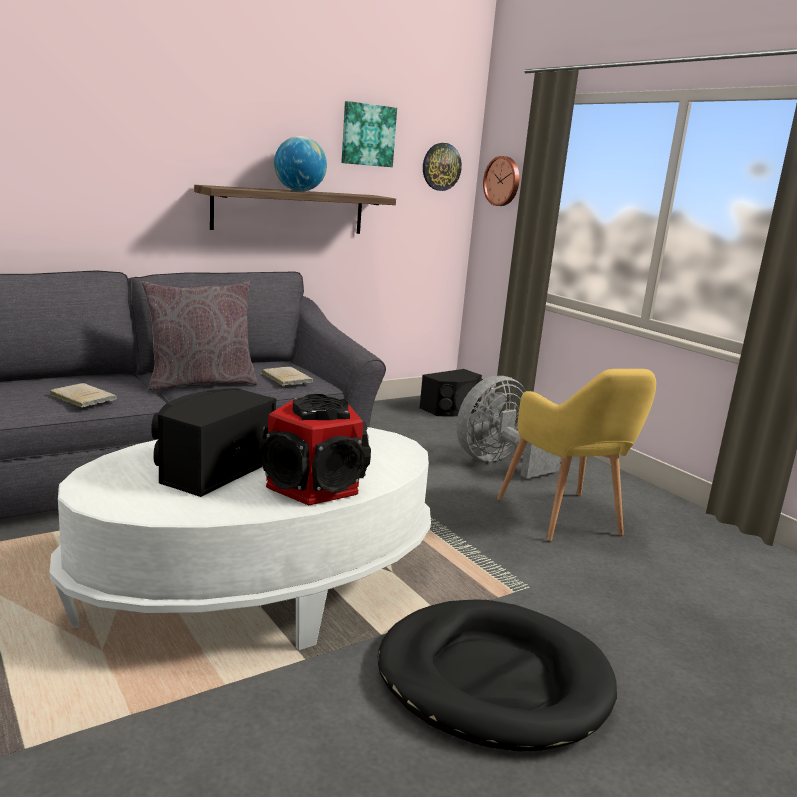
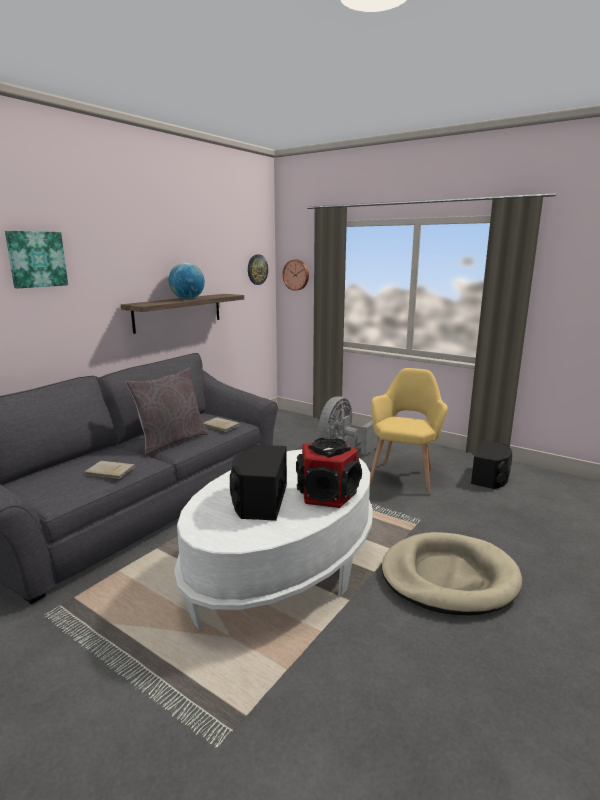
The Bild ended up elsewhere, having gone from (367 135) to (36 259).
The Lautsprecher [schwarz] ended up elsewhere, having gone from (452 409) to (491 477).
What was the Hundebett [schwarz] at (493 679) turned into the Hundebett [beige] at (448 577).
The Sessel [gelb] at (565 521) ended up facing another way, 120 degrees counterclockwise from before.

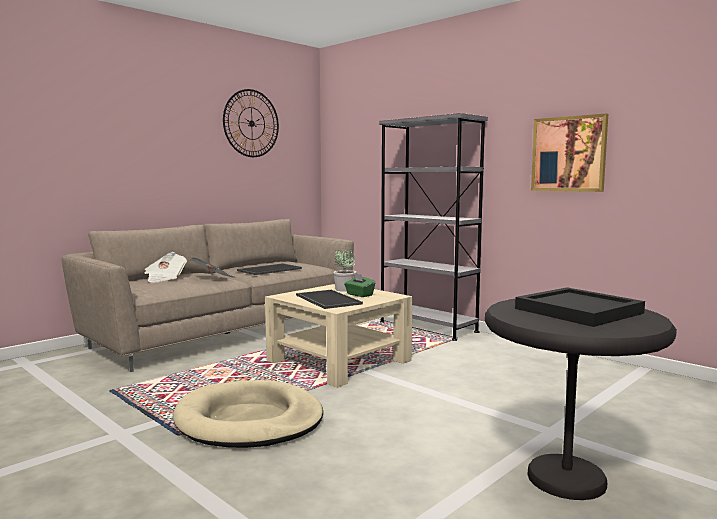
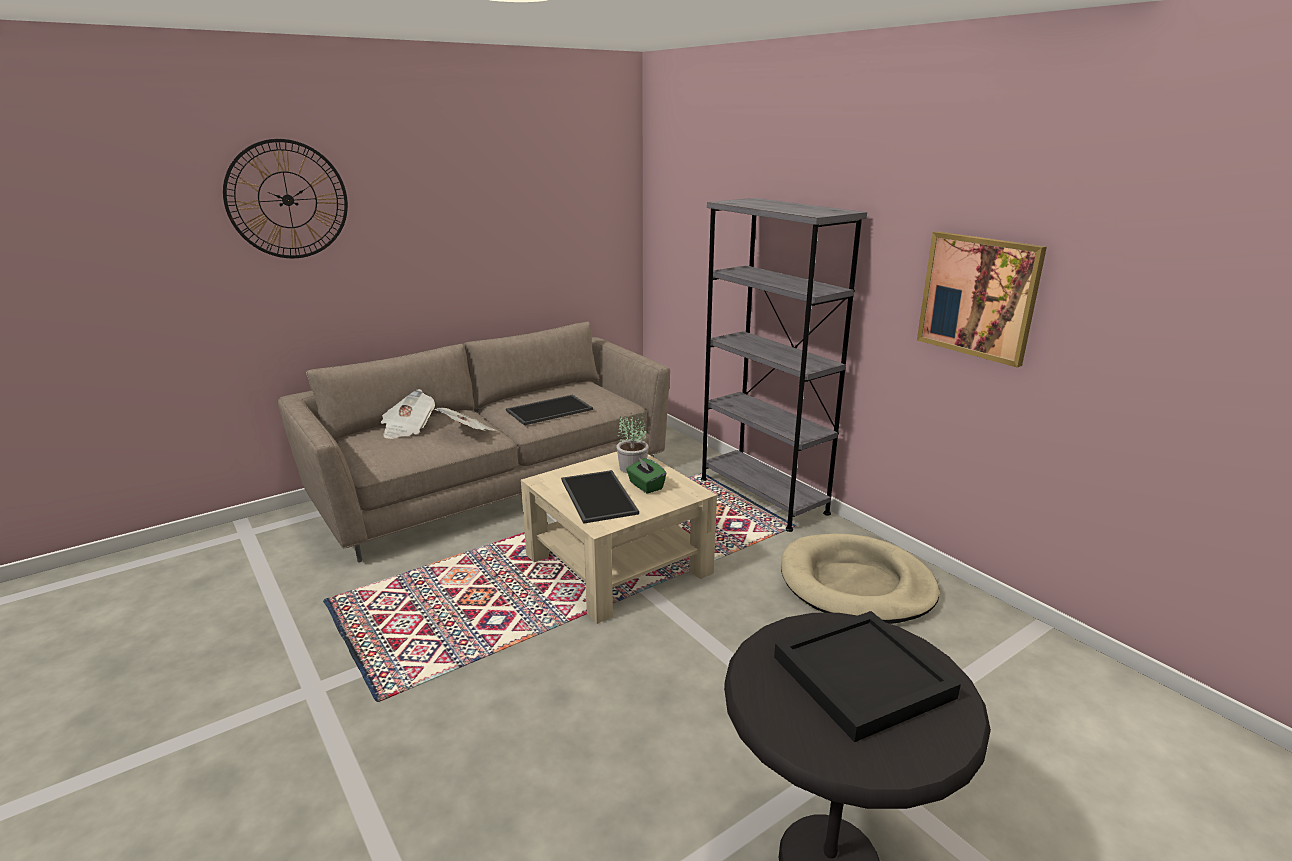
The Hundebett [beige] ended up elsewhere, having gone from (249 420) to (856 584).
The Wanduhr ended up elsewhere, having gone from (251 123) to (287 200).

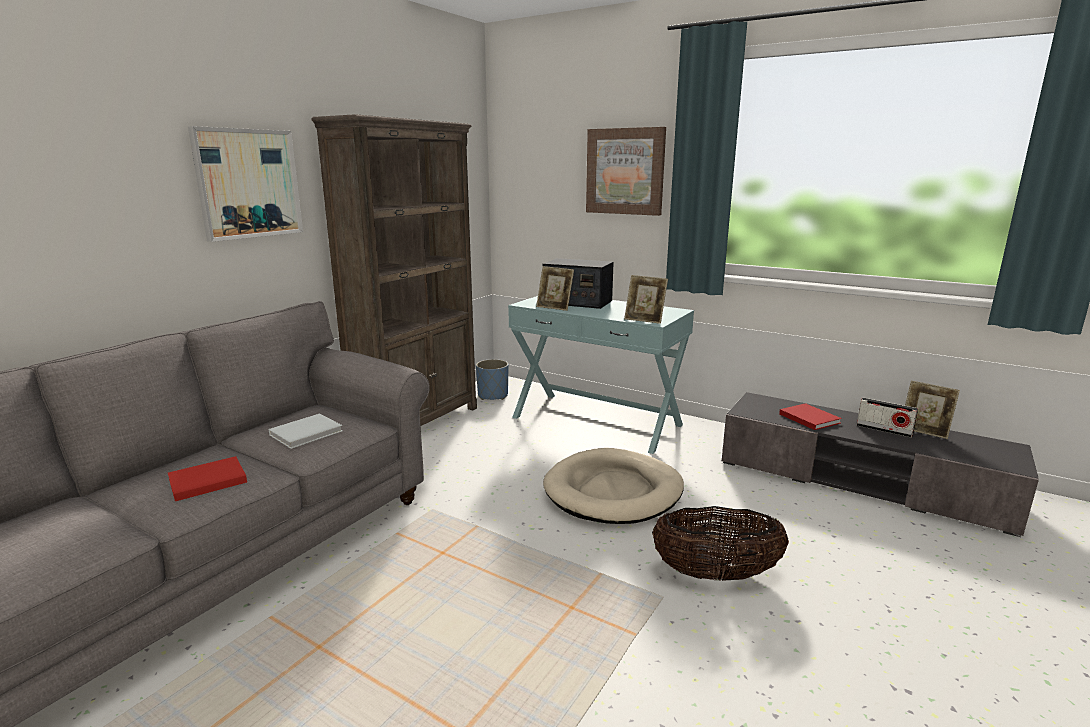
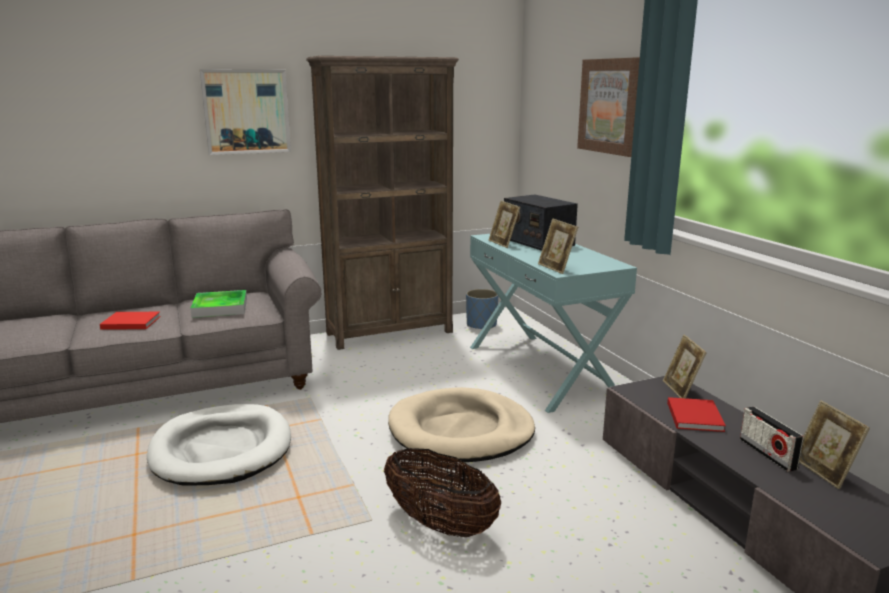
The second view gained the Hundebett [weiß] at (222 449).
The second view gained the Bilderrahmen at (681 390).
Where the Buch [weiß] stood at (308 432), the Tablett came to stand at (220 307).

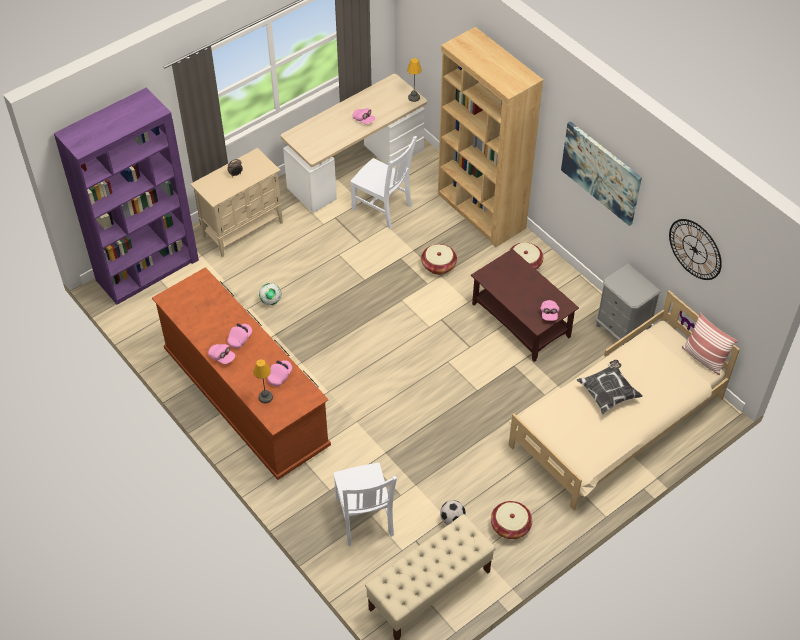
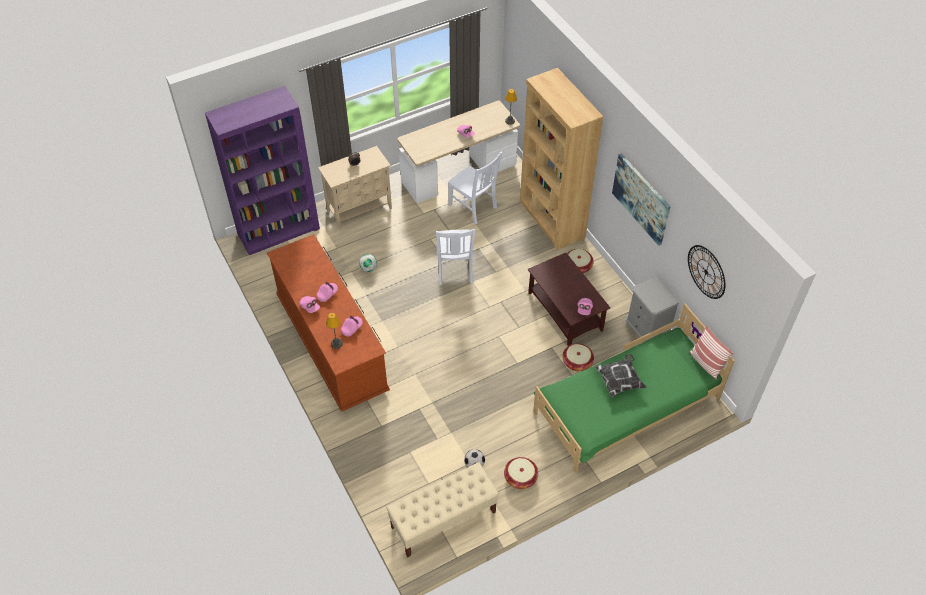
The Stuhl [weiß] ended up elsewhere, having gone from (364 519) to (454 270).
The Korb ended up elsewhere, having gone from (438 265) to (577 362).
What was the Bett [beige] at (617 423) turned into the Bett [grün] at (626 406).

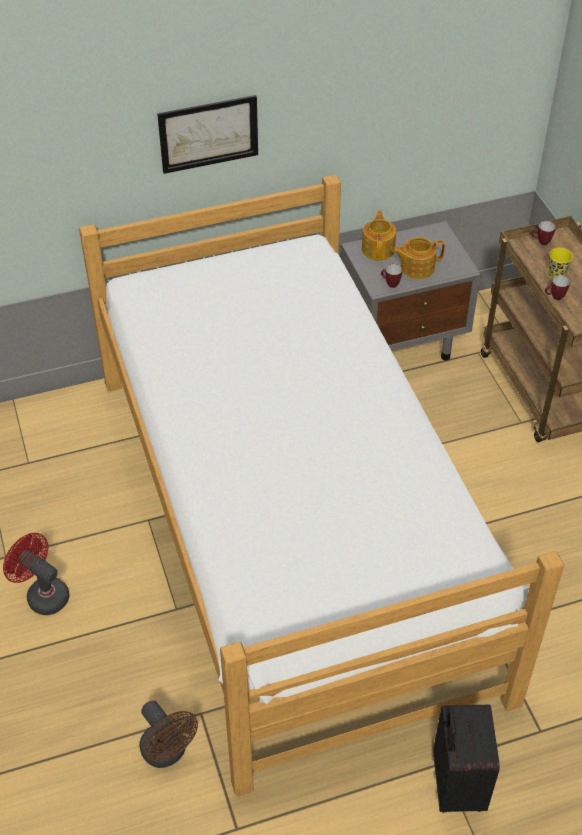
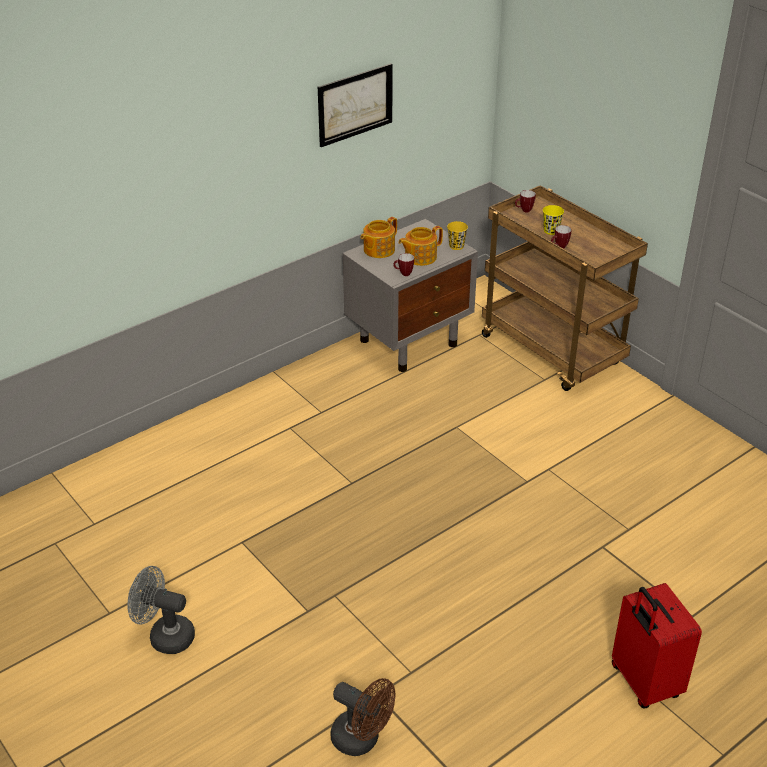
The second view lost the Bett at (292 526).
The second view gained the Tasse [gelb] at (456 246).
The Bild ended up elsewhere, having gone from (208 133) to (355 104).
What was the Ventilator [rot] at (43 594) turned into the Ventilator [grau] at (165 636).
What was the Koffer [schwarz] at (455 785) turned into the Koffer [rot] at (643 682).
The Teekanne at (378 249) ended up facing another way, 120 degrees counterclockwise from before.

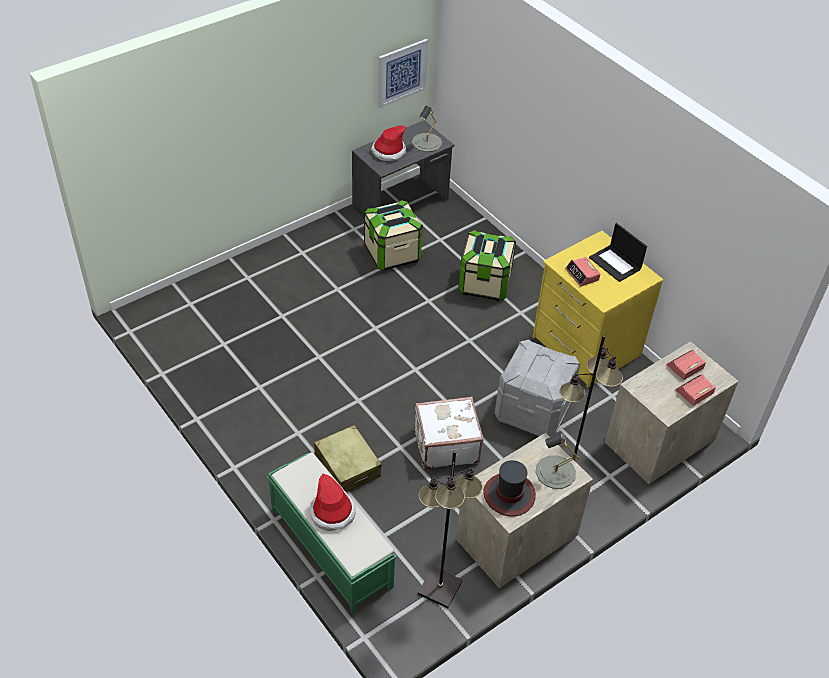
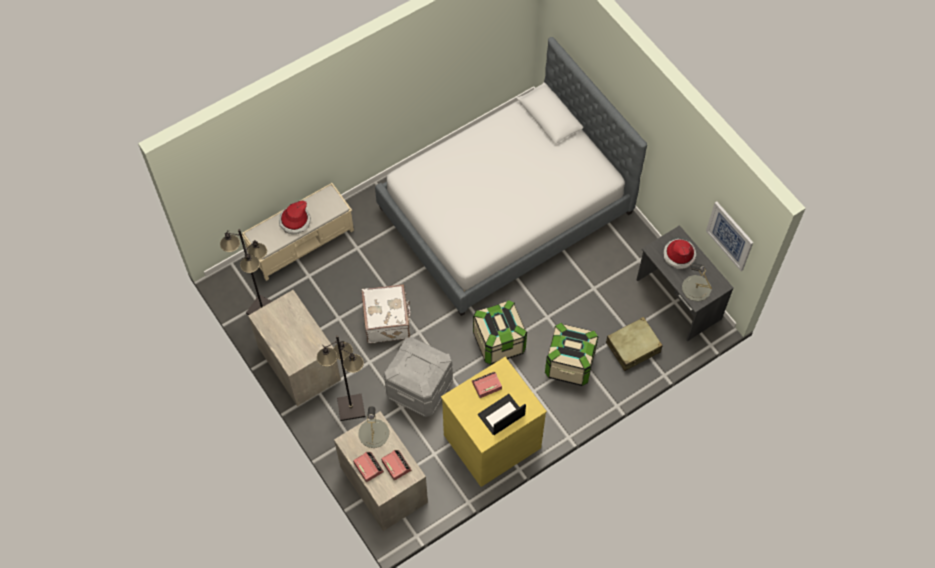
The second view lost the Hut at (509 495).
The second view gained the Bett at (505 210).
The Koffer [beige] ended up elsewhere, having gone from (347 466) to (633 347).
The Aufbewahrungsbox ended up elsewhere, having gone from (392 254) to (499 342).
The Tischlampe [grau] ended up elsewhere, having gone from (555 472) to (373 433).
What was the Bank [grün] at (330 547) turned into the Bank [beige] at (302 242).

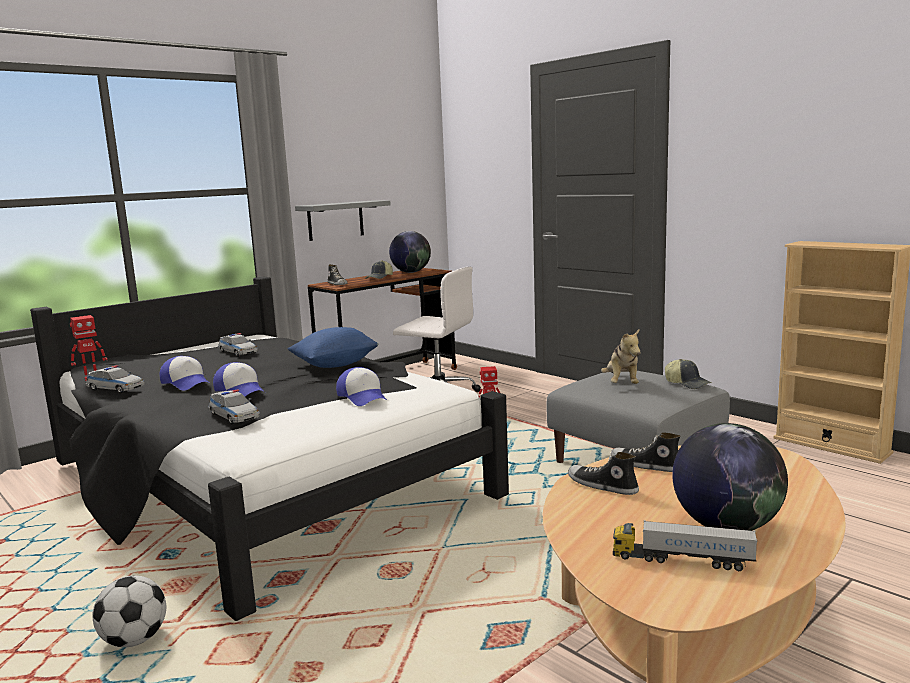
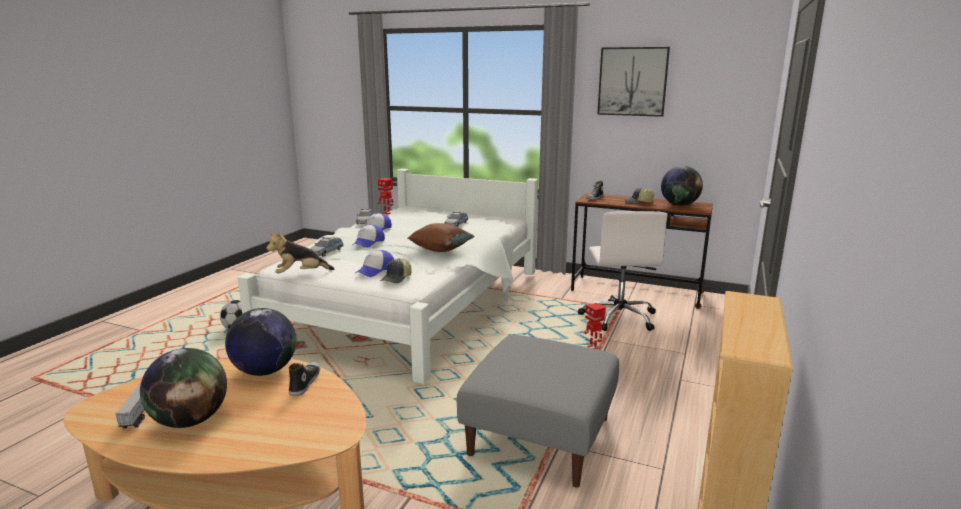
The second view lost the Wandregal [grau] at (335 220).
The second view gained the Bild at (632 81).
The Plüschtier ended up elsewhere, having gone from (622 384) to (300 274).
The Kappe ended up elsewhere, having gone from (687 383) to (397 278).
Where the Schuh stood at (602 486), the Globus came to stand at (265 371).
What was the Bett [schwarz] at (262 484) turned into the Bett [weiß] at (410 306).
What was the Kissen [blau] at (335 365) turned into the Kissen [braun] at (440 249).

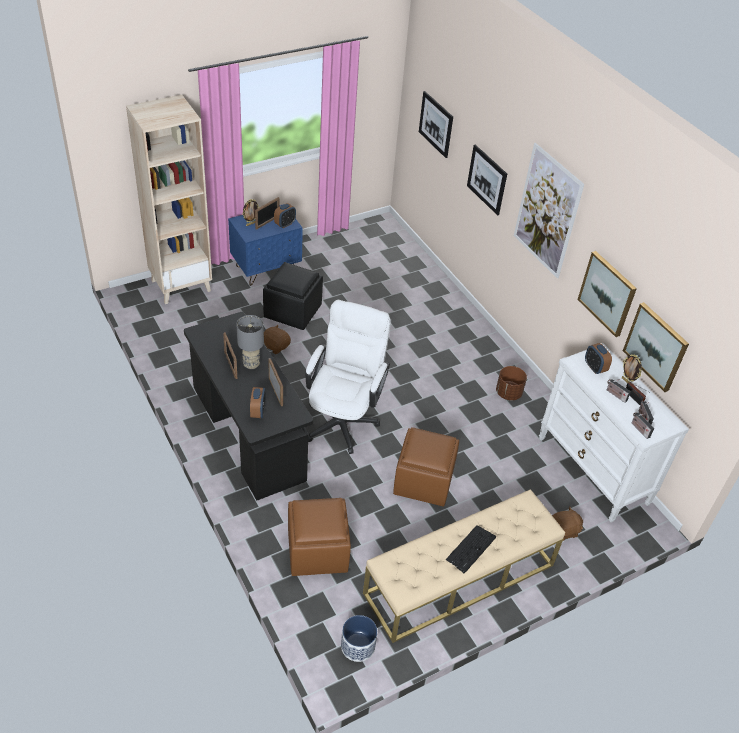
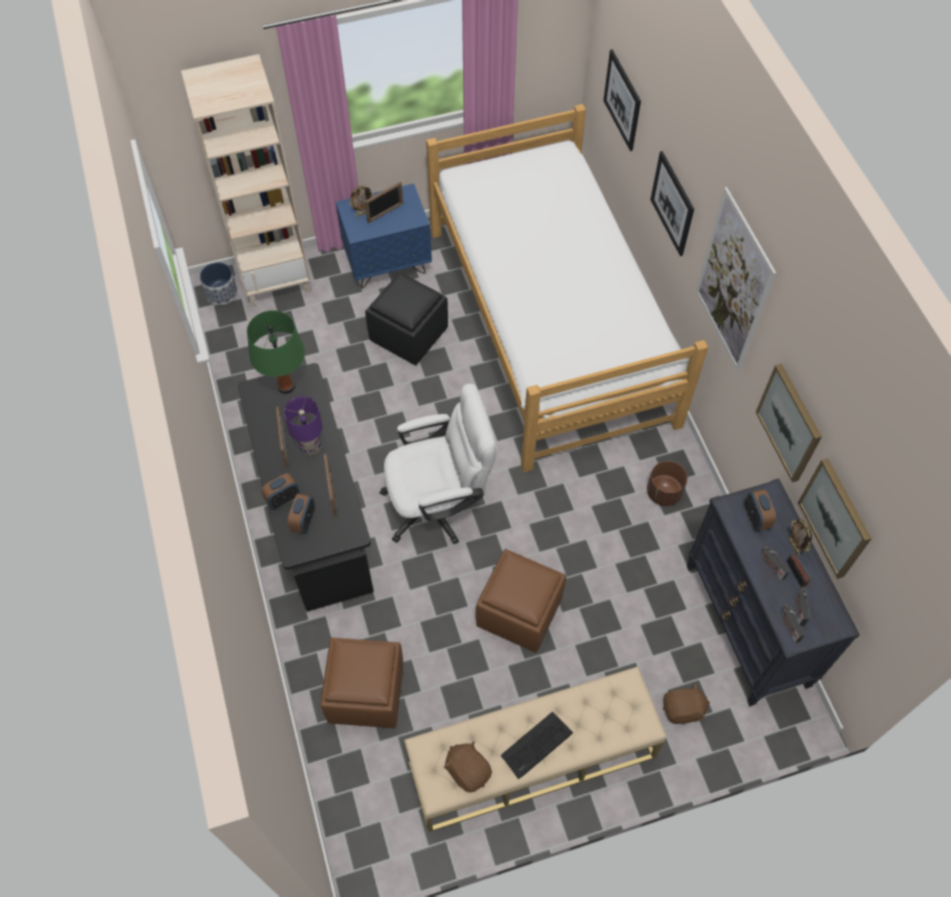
The second view gained the Tischlampe [grün] at (286 386).
The second view gained the Bett at (550 324).
The Plüschtier [braun] ended up elsewhere, having gone from (276 346) to (468 770).
The Wecker ended up elsewhere, having gone from (285 224) to (283 499).
The Pflanzkübel ended up elsewhere, having gone from (358 646) to (221 293).
What was the Tischlampe [grau] at (251 364) turned into the Tischlampe [lila] at (310 447).
What was the Kommode [weiß] at (593 470) turned into the Kommode [schwarz] at (747 625).
The Bürostuhl [weiß] at (344 418) ended up facing another way, 45 degrees clockwise from before.

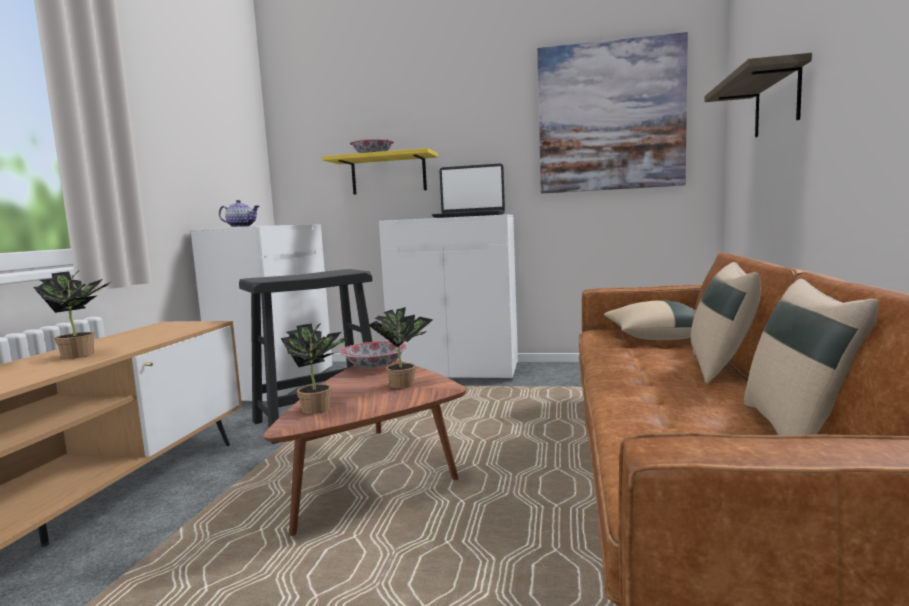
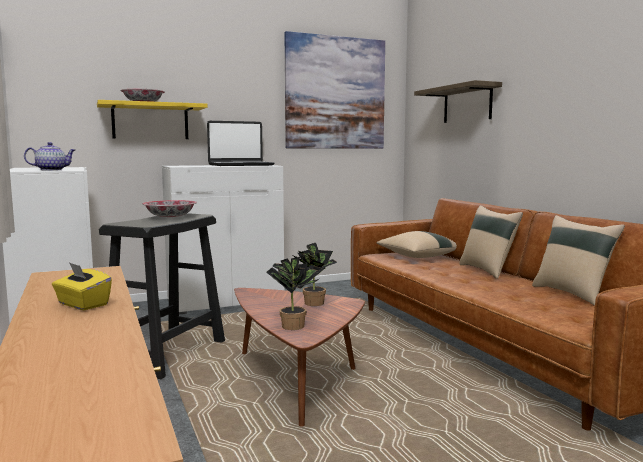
The Schüssel ended up elsewhere, having gone from (374 365) to (169 216).
Where the Topfpflanze stood at (83 354), the Taschentuchbox [gelb] came to stand at (82 304).

